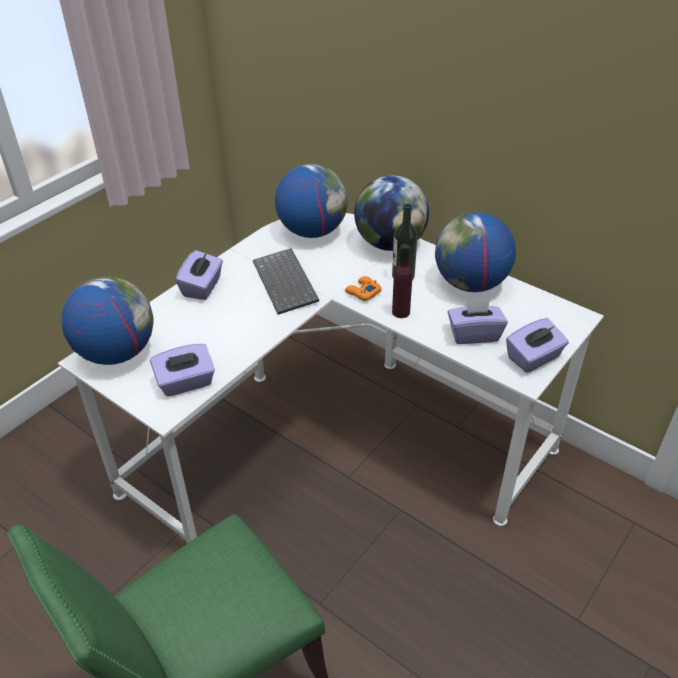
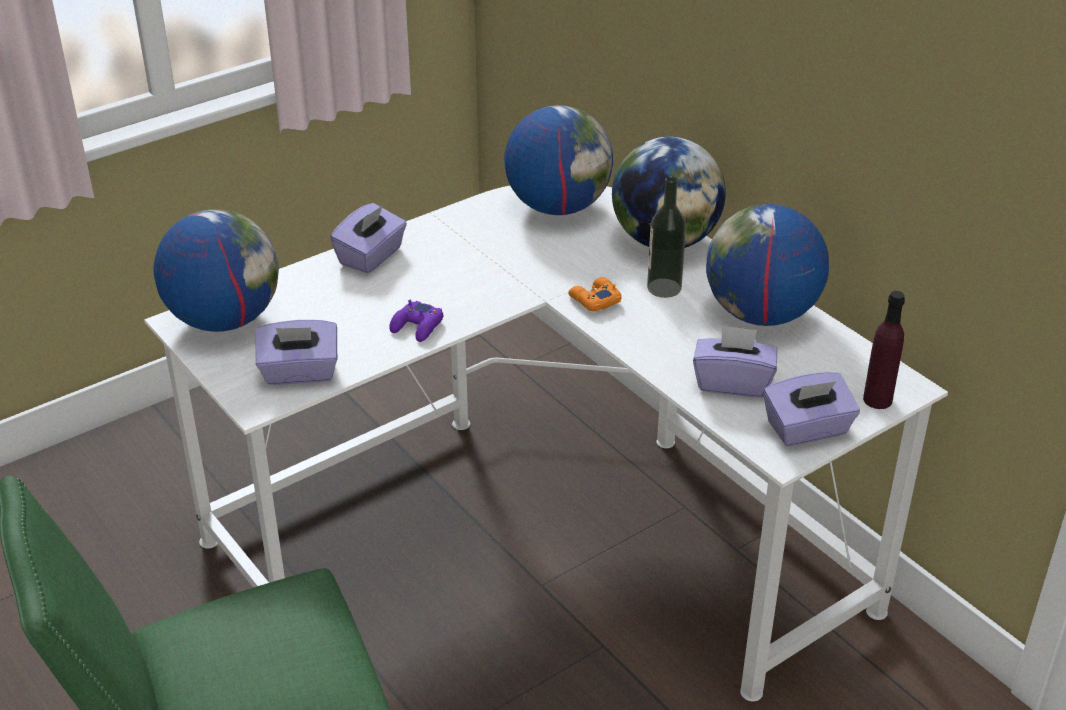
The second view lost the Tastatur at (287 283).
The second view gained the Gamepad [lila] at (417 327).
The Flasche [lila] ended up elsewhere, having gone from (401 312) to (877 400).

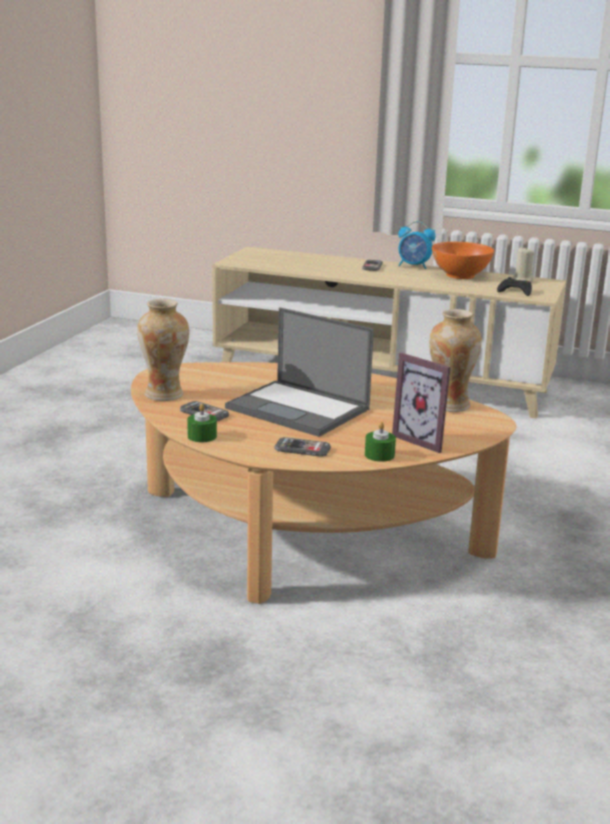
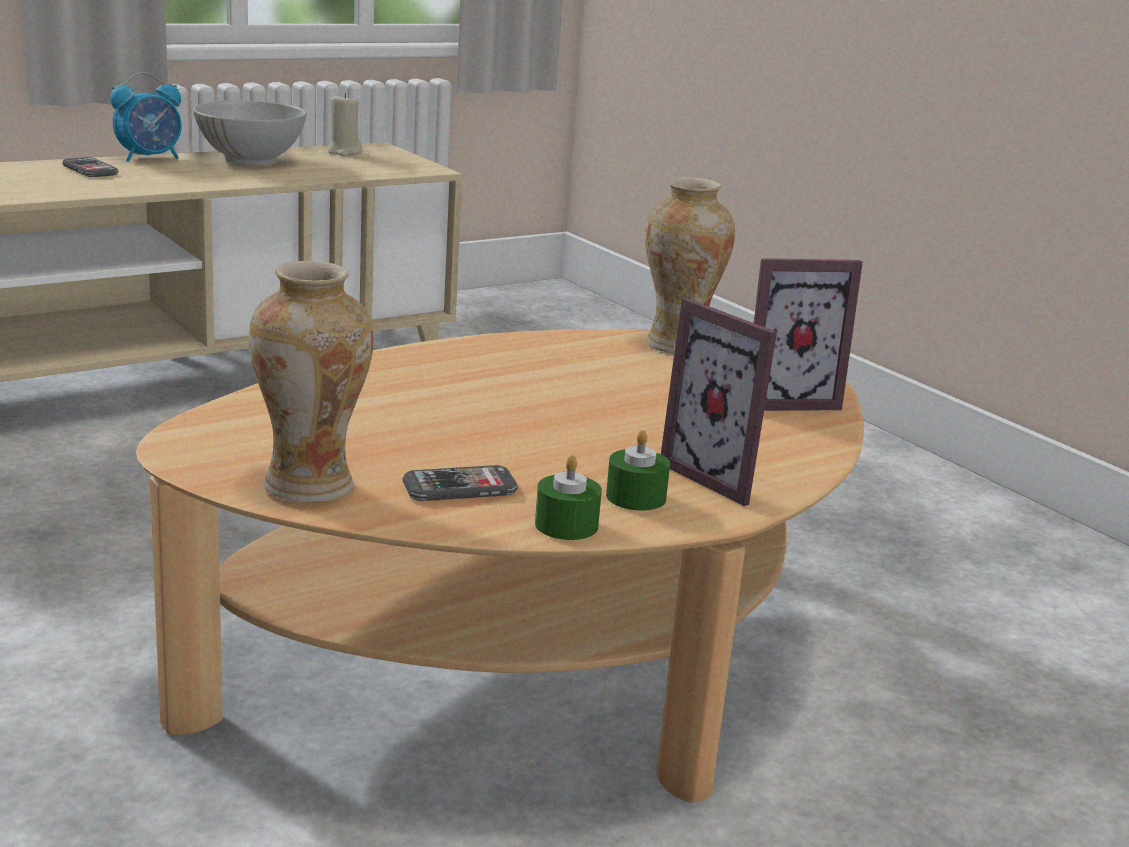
The second view lost the Laptop at (299 409).
The second view lost the Gamepad [schwarz] at (515 291).
The Kerze [grün] ended up elsewhere, having gone from (379 455) to (636 497).
Where the Handy stood at (302 449), the Bilderrahmen came to stand at (723 477).
What was the Schüssel [orange] at (460 275) turned into the Schüssel [weiß] at (251 159).

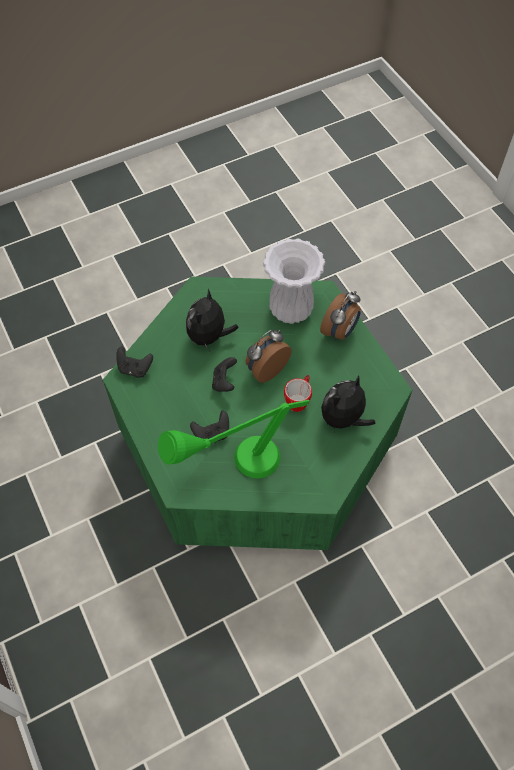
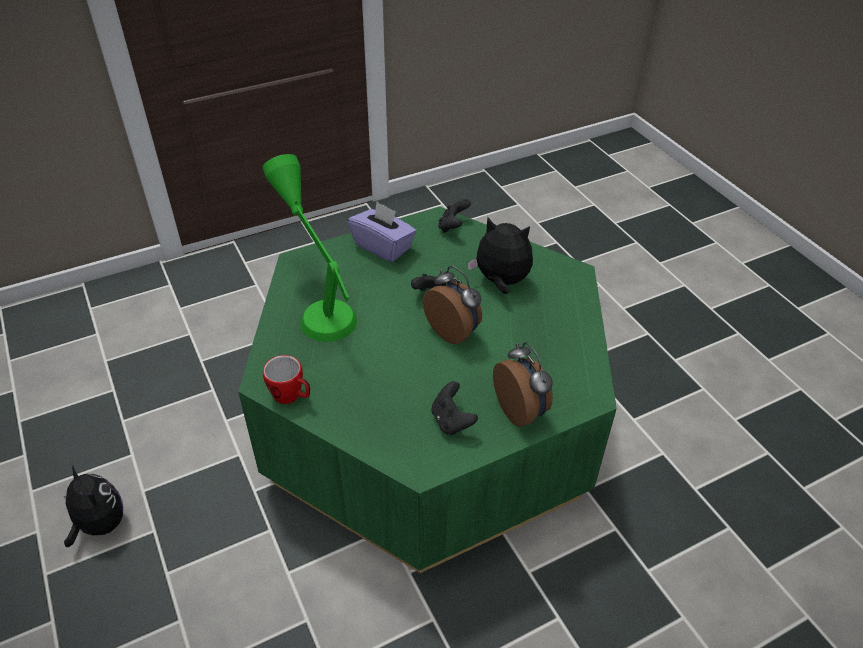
The second view lost the Vase [weiß] at (291 310).
The second view gained the Taschentuchbox [lila] at (383 246).
The Gamepad [schwarz] ended up elsewhere, having gone from (212 434) to (451 421).
The Henkelbecher ended up elsewhere, having gone from (299 400) to (291 396).
The Plüschtier ended up elsewhere, having gone from (343 419) to (100 524).
The Wecker at (340 331) ended up facing another way, 150 degrees counterclockwise from before.

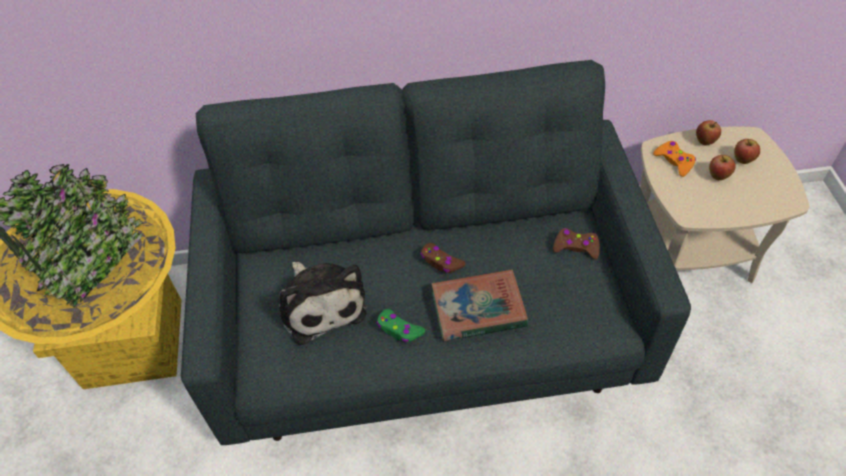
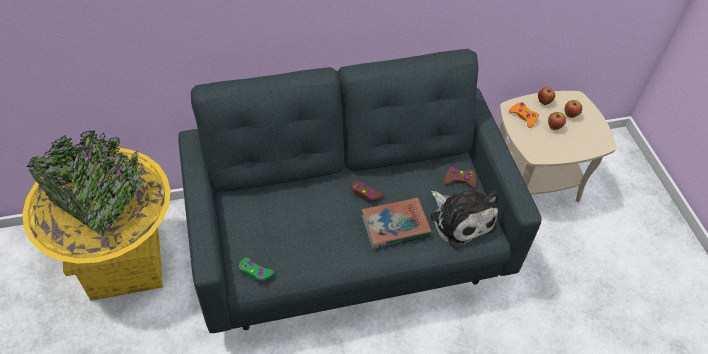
The Plüschtier ended up elsewhere, having gone from (321 303) to (460 219).
The Gamepad [grün] ended up elsewhere, having gone from (399 329) to (255 272).

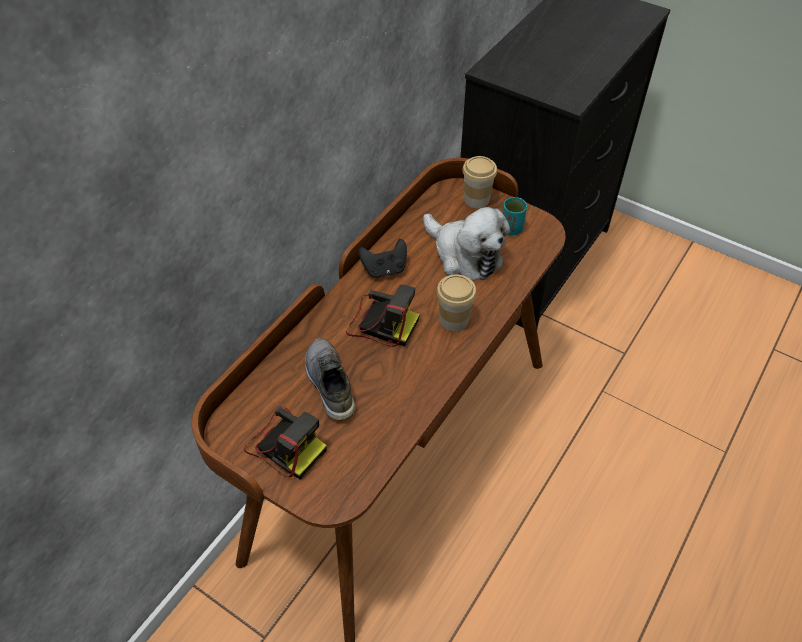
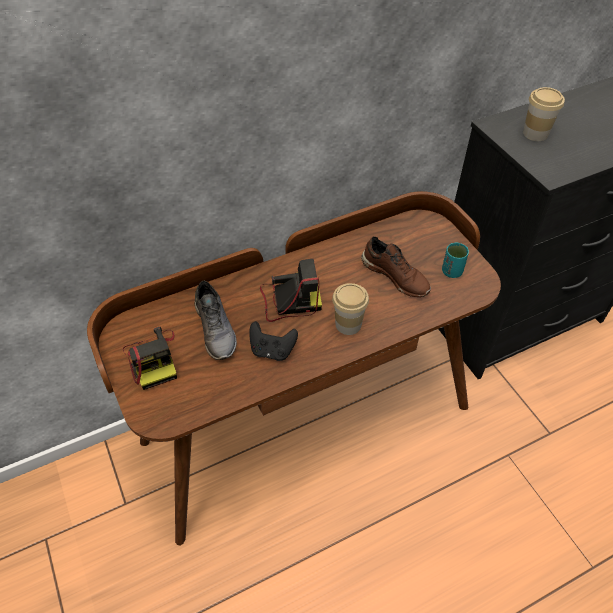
The Gamepad [schwarz] ended up elsewhere, having gone from (384 269) to (272 350).
The Tasse ended up elsewhere, having gone from (476 199) to (535 133).
Where the Plüschtier stood at (464 254), the Schuh [braun] came to stand at (396 276).
The Schuh [grau] at (328 384) ended up facing another way, 150 degrees clockwise from before.
The Kamera at (381 323) ended up facing another way, 60 degrees counterclockwise from before.

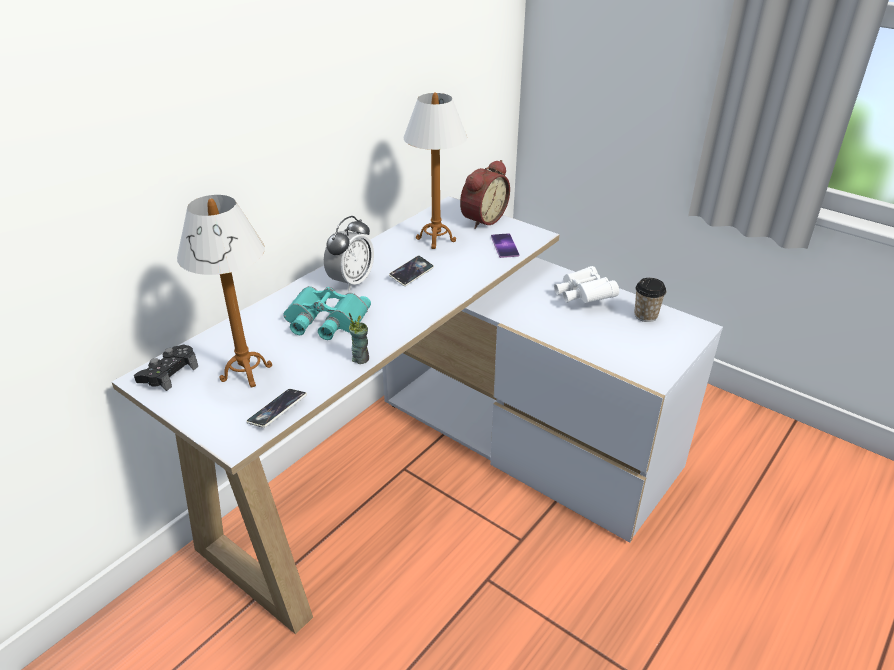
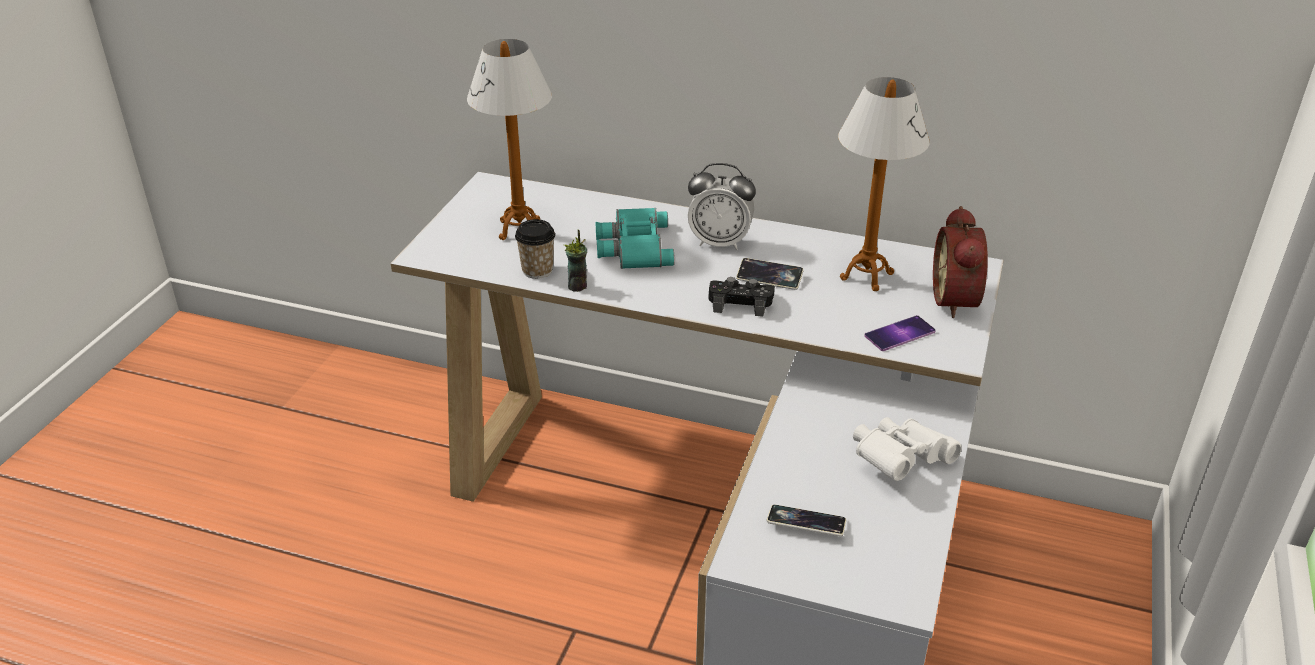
The Gamepad [schwarz] ended up elsewhere, having gone from (169 373) to (740 302).
The Handy ended up elsewhere, having gone from (277 411) to (806 524).
The Tasse ended up elsewhere, having gone from (645 315) to (537 270).
The Wecker at (481 219) ended up facing another way, 75 degrees clockwise from before.

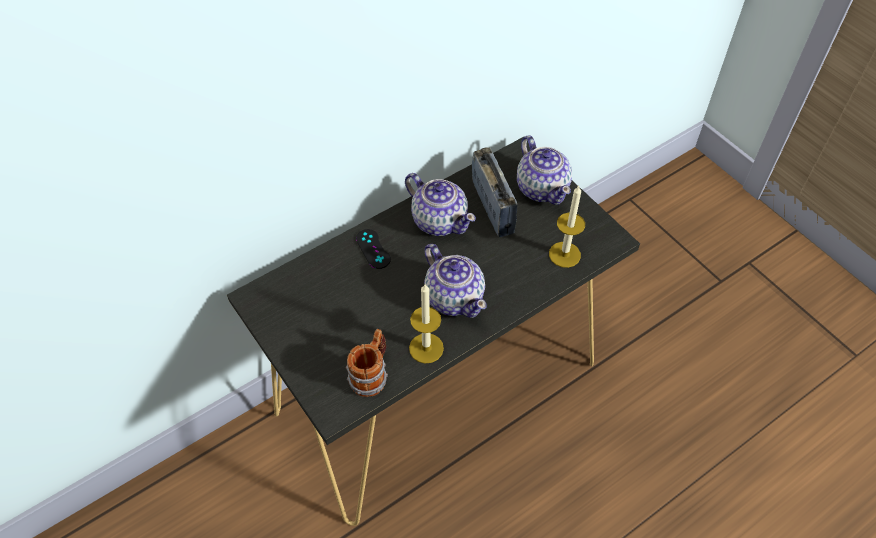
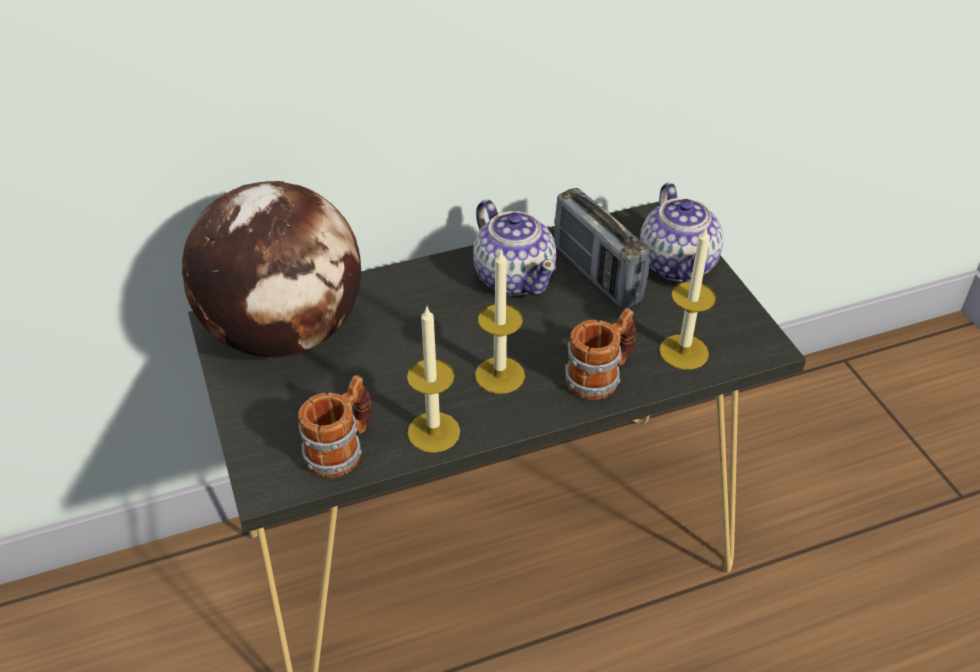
The second view lost the Gamepad [schwarz] at (373 249).
The second view gained the Globus at (286 333).
The second view gained the Henkelbecher at (600 376).
Where the Teekanne stood at (454 297), the Kerze came to stand at (499 375).
The Radio at (492 207) ended up facing another way, 150 degrees clockwise from before.

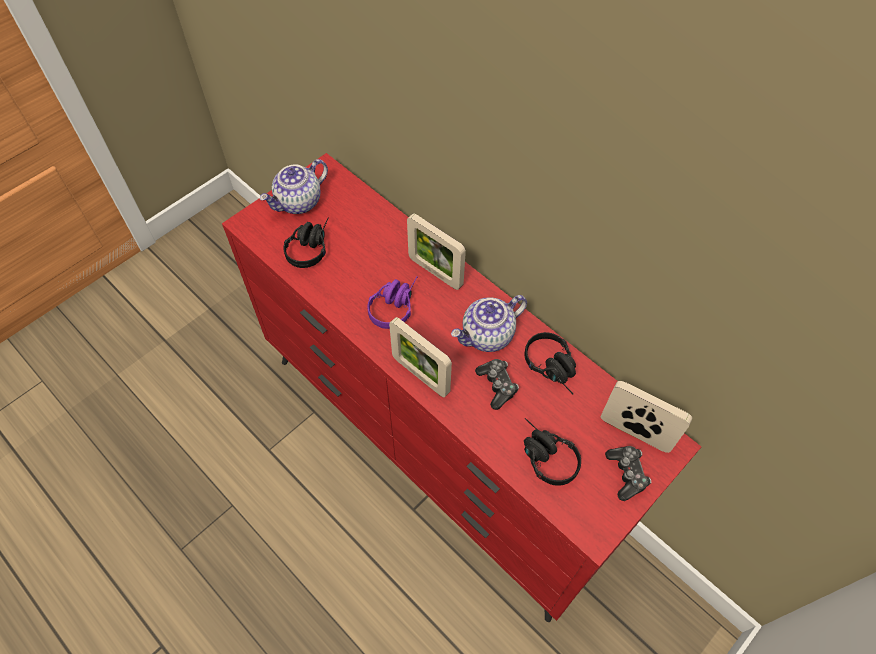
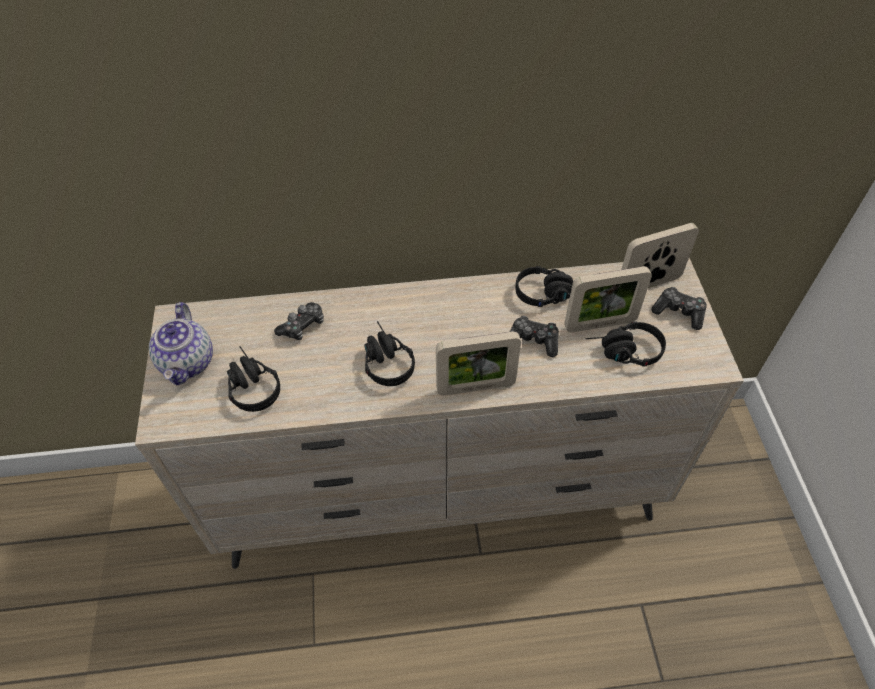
The second view lost the Teekanne at (487 336).
The second view gained the Gamepad at (302 326).
The Bilderrahmen ended up elsewhere, having gone from (435 272) to (600 324).
What was the Kommode [rot] at (437 448) turned into the Kommode [beige] at (441 493).
What was the Kopfhörer [lila] at (395 305) turned into the Kopfhörer [schwarz] at (384 360).

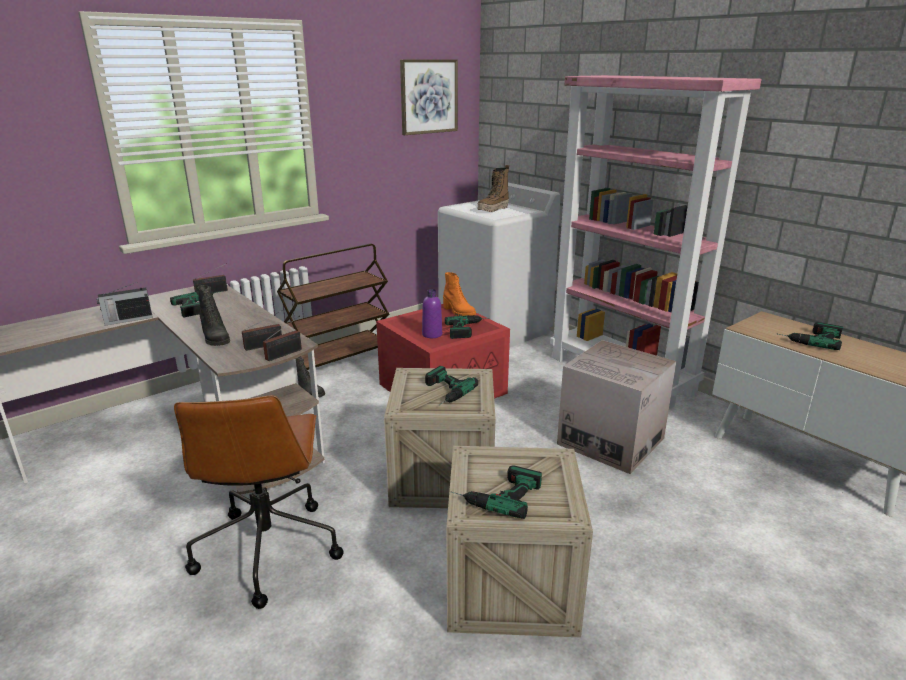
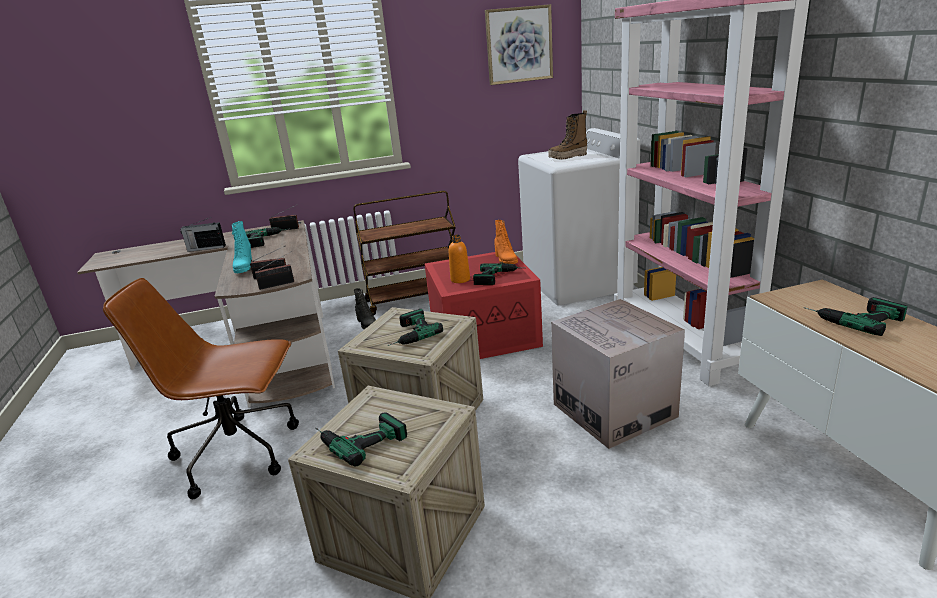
What was the Stiefel [schwarz] at (215 338) turned into the Stiefel [türkis] at (244 267).
What was the Flasche [lila] at (432 334) turned into the Flasche [orange] at (460 279).
The Bürostuhl [braun] at (268 549) ended up facing another way, 75 degrees clockwise from before.

